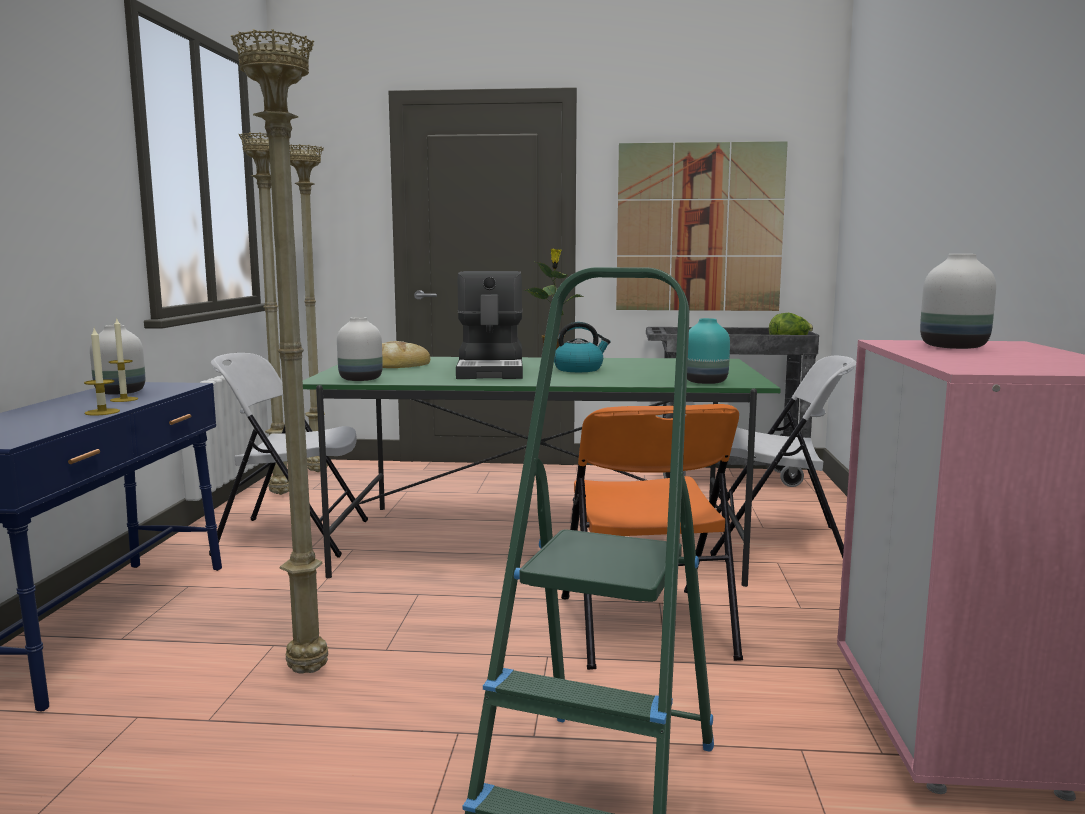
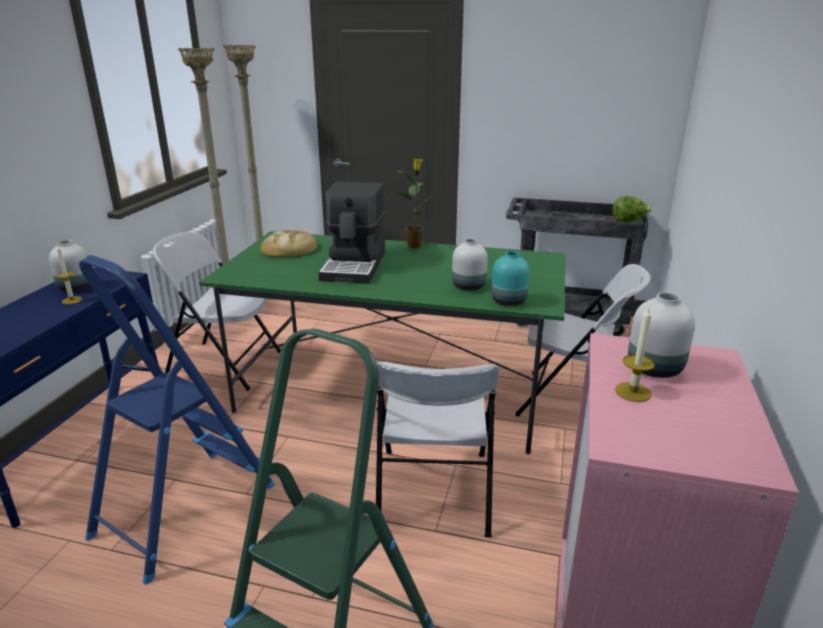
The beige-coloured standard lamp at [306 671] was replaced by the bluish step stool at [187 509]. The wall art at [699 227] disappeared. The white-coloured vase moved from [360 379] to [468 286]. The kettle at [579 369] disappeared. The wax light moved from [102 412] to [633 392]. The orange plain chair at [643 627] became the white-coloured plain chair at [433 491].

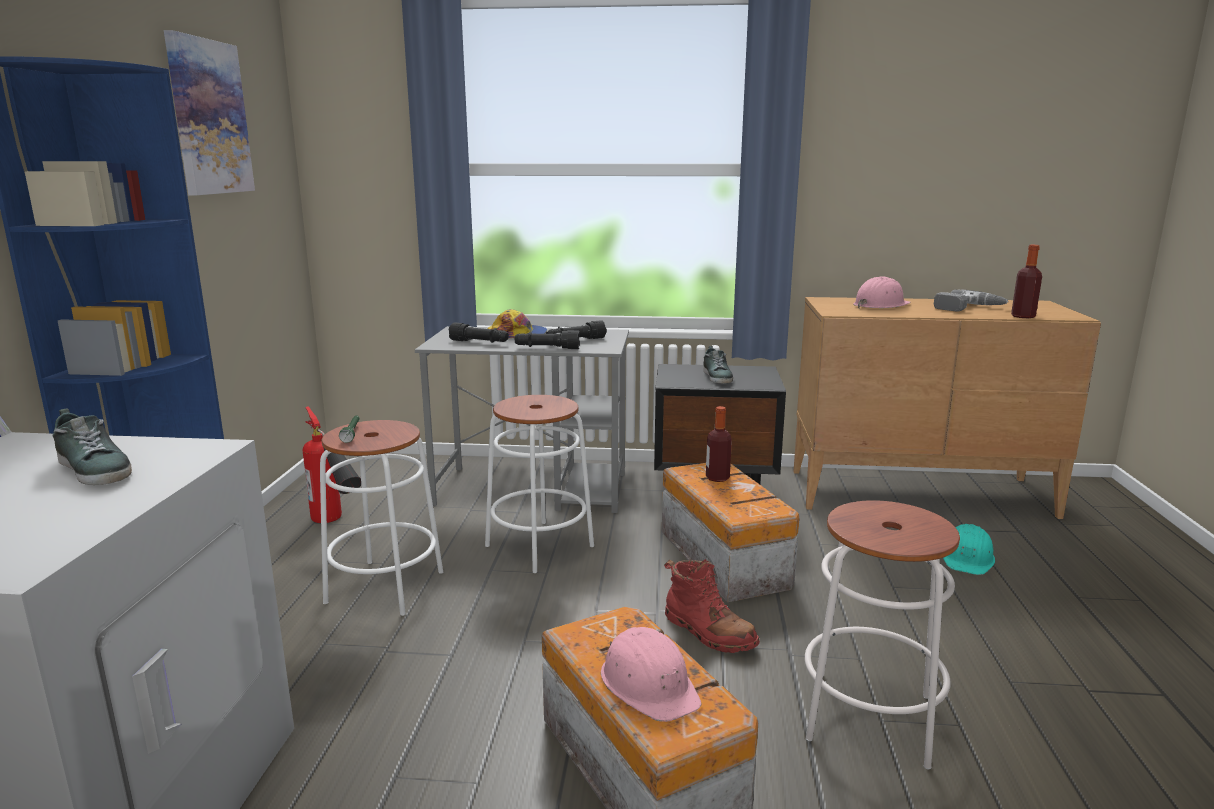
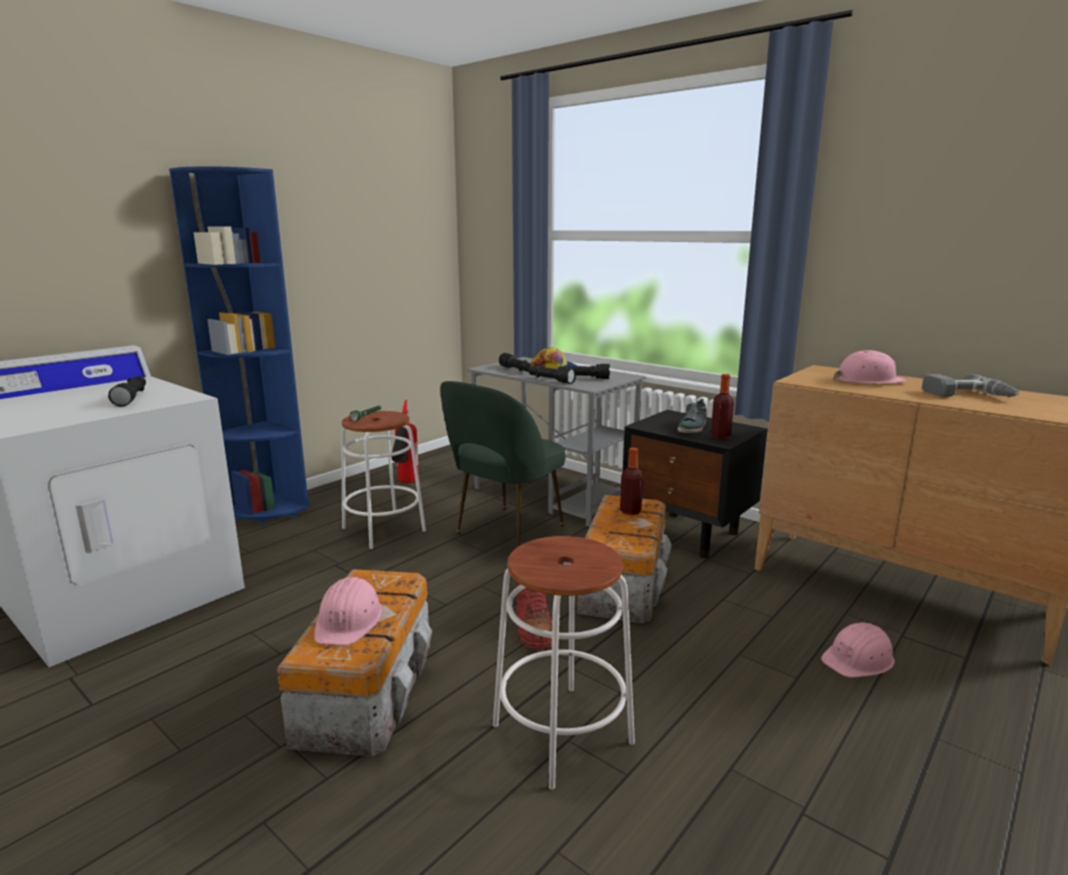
The wall art at [209 117] disappeared. The drink bottle moved from [1023 316] to [720 436]. The white-coloured stool at [539 546] was replaced by the green-coloured plain chair at [504 533]. The low shoe at [95 469] was replaced by the blackish hand torch at [132 398]. The turquoise hard hat at [967 558] became the pinkish hard hat at [858 659].

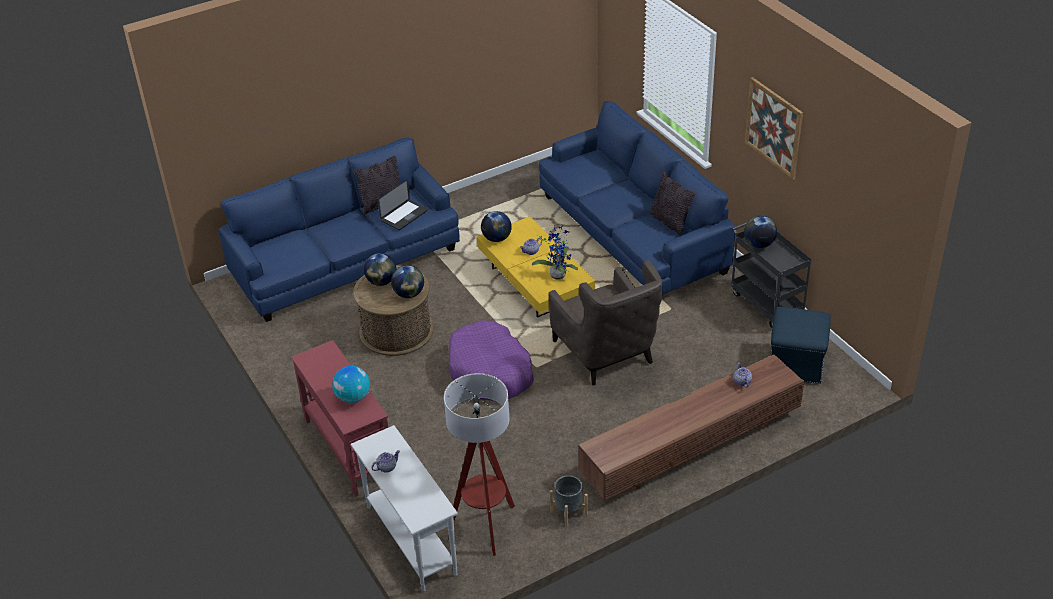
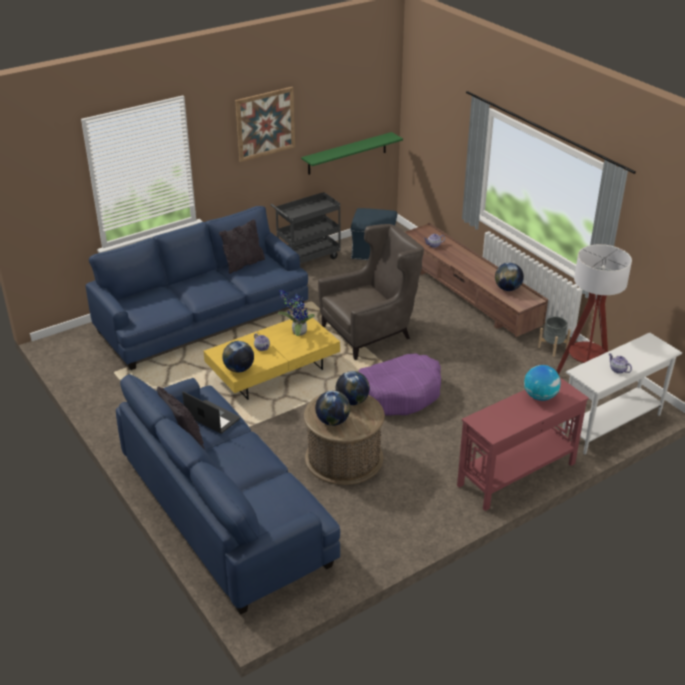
The desk globe moved from [759 244] to [507 289]. The green-coloured wall shelf at [347 153] appeared.

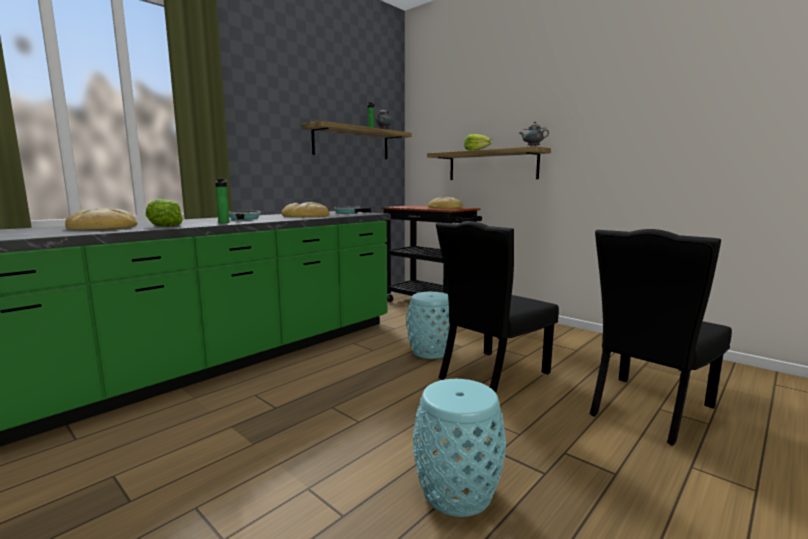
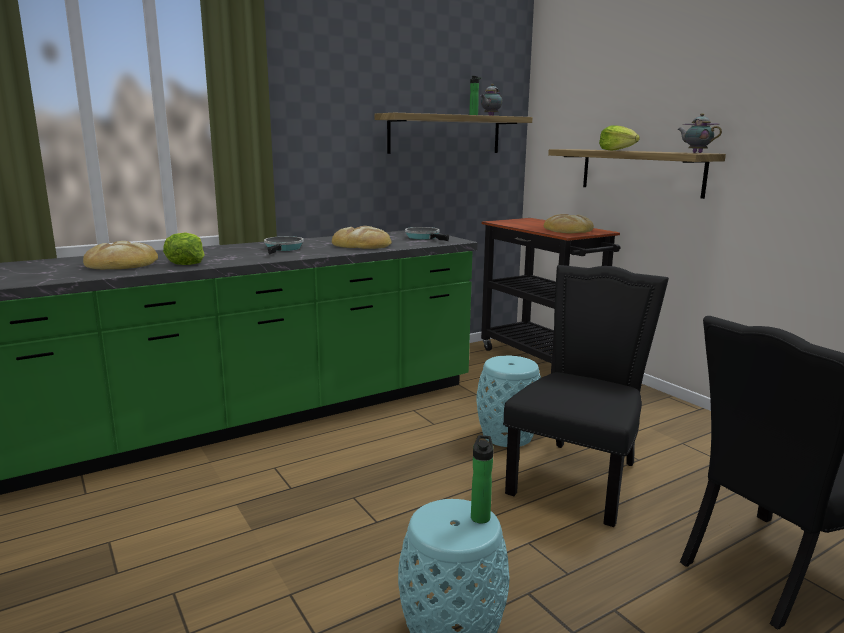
The drink bottle moved from [224 222] to [480 516]. The blackish plain chair at [493 374] turned 150 degrees clockwise.

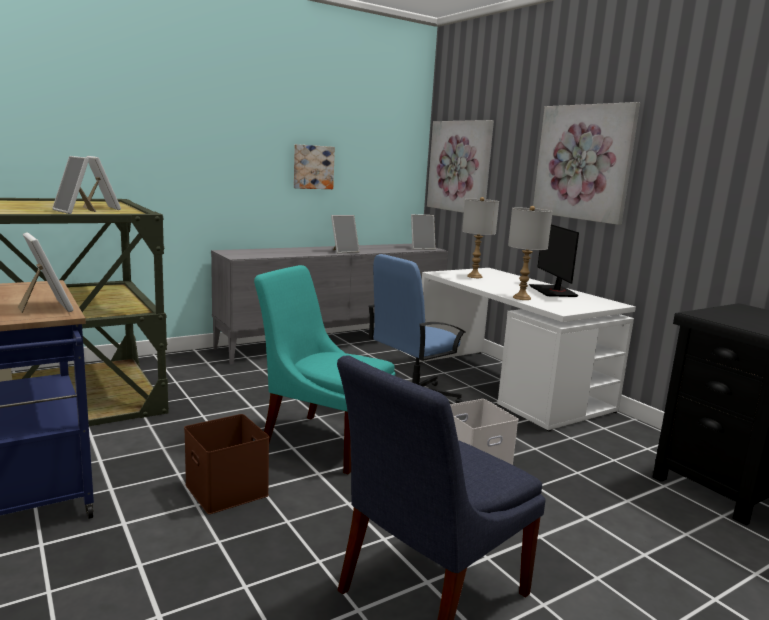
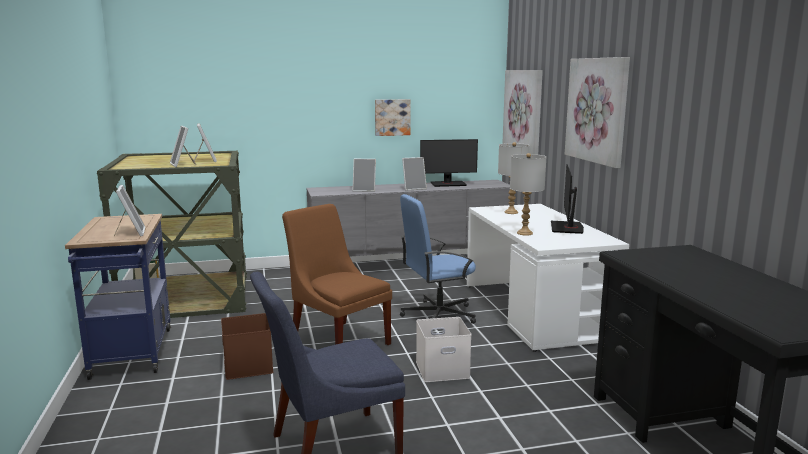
The picture frame moved from [421 248] to [364 190]. The turquoise plain chair at [321 441] became the brownish plain chair at [338 341]. The computer screen at [448 184] appeared.

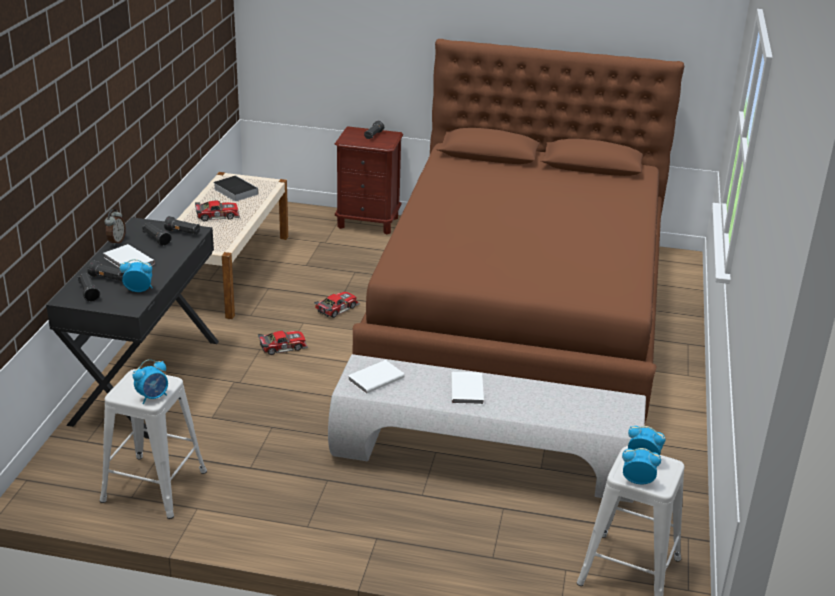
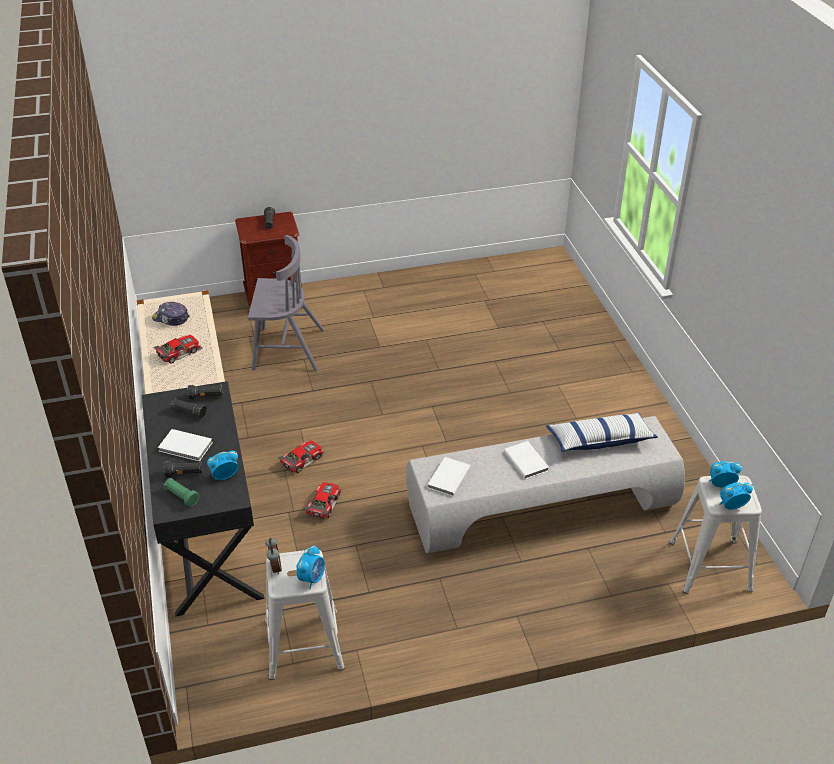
The brownish bed at [521 313] disappeared. The bound book at [234 191] was replaced by the baseball cap at [171 318]. The bedside clock moved from [116 241] to [275 567]. The blackish hand torch at [89 293] became the green-coloured hand torch at [181 496]. The model car moved from [336 308] to [322 504]. The greyish plain chair at [283 349] appeared. The cushion at [600 440] appeared.

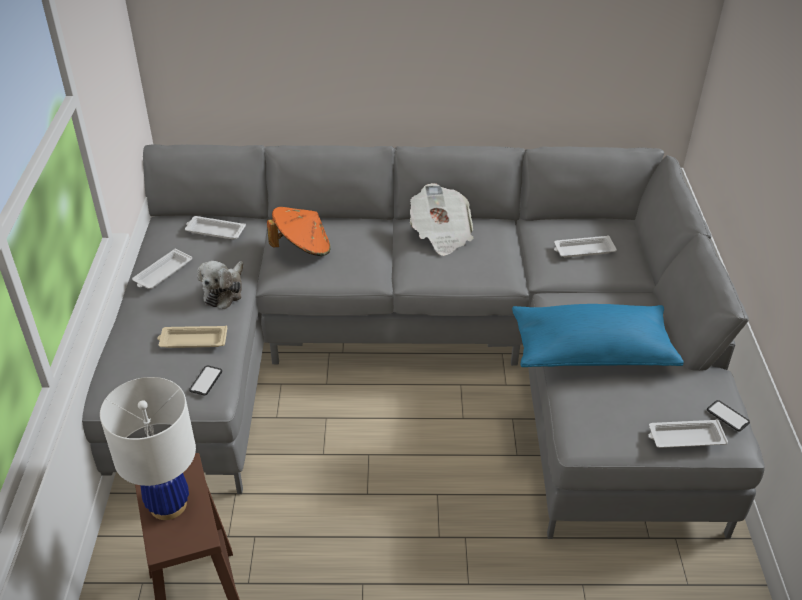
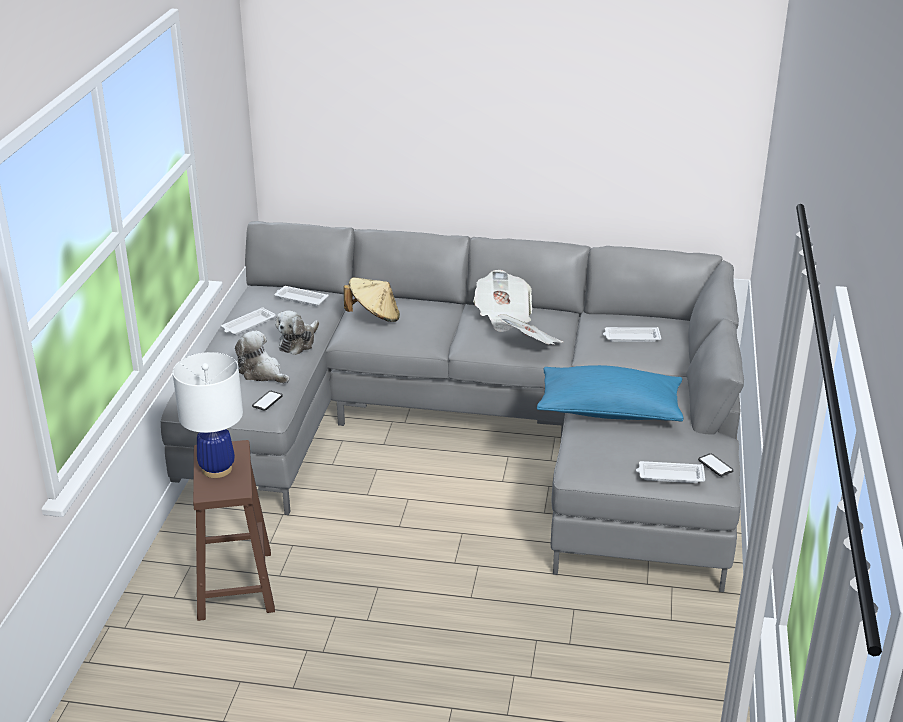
The orange hat at [302 248] became the beige-coloured hat at [374 317]. The beige-coloured tray at [192 340] was replaced by the soft toy at [262 373]. The daily paper at [530 345] appeared.

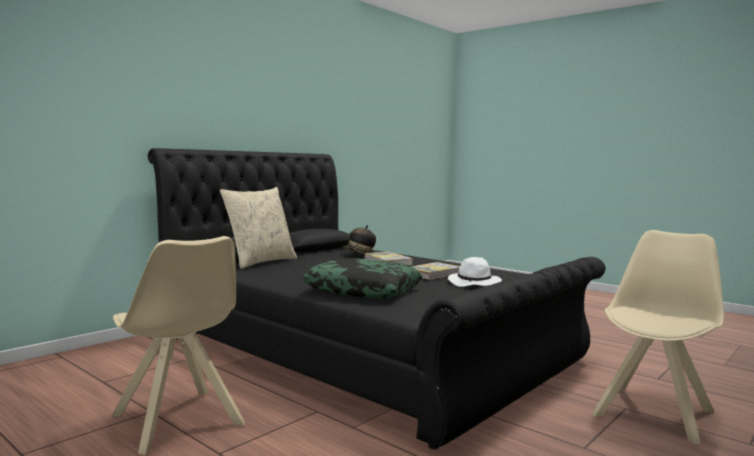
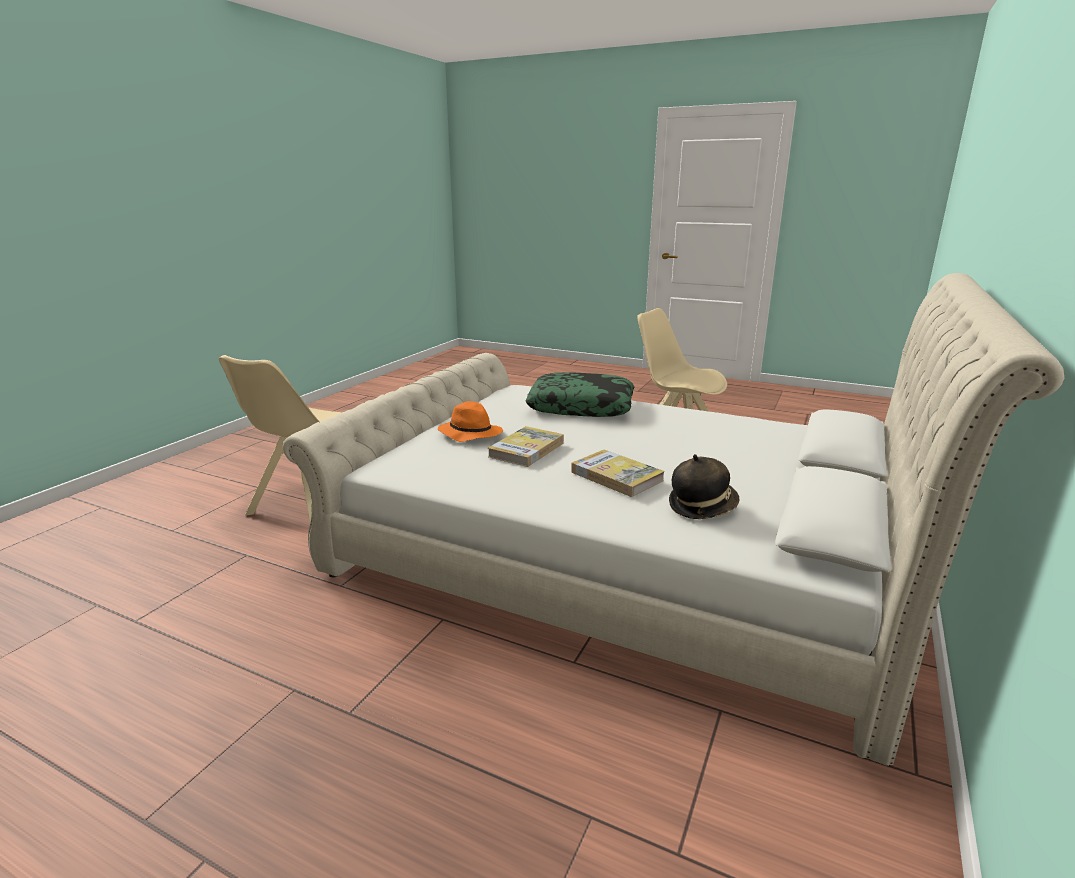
The blackish bed at [362 348] became the beige-coloured bed at [622 551]. The beige-coloured cushion at [260 262] disappeared. The white-coloured hat at [474 283] became the orange hat at [469 434].

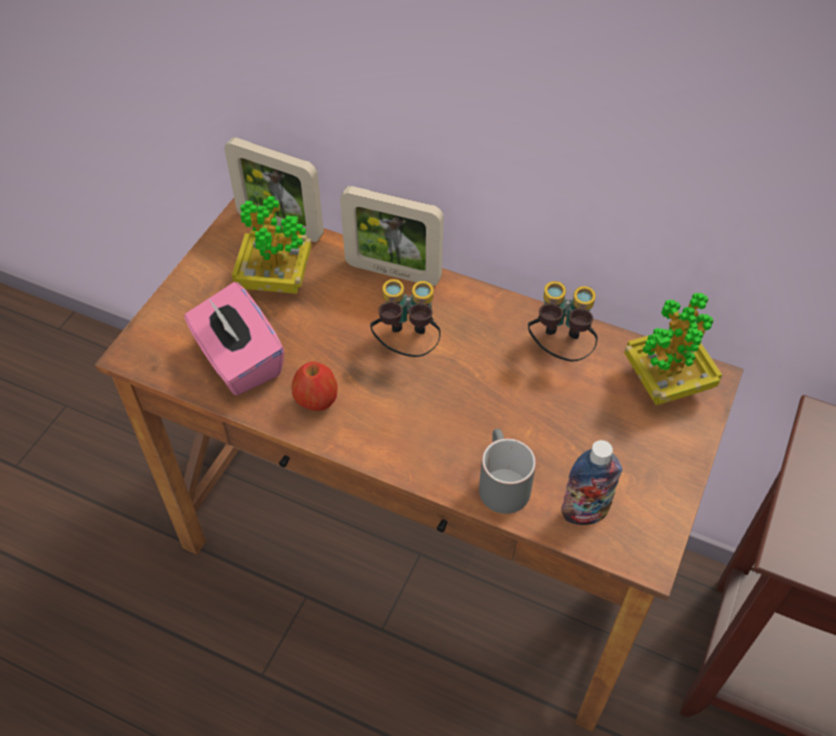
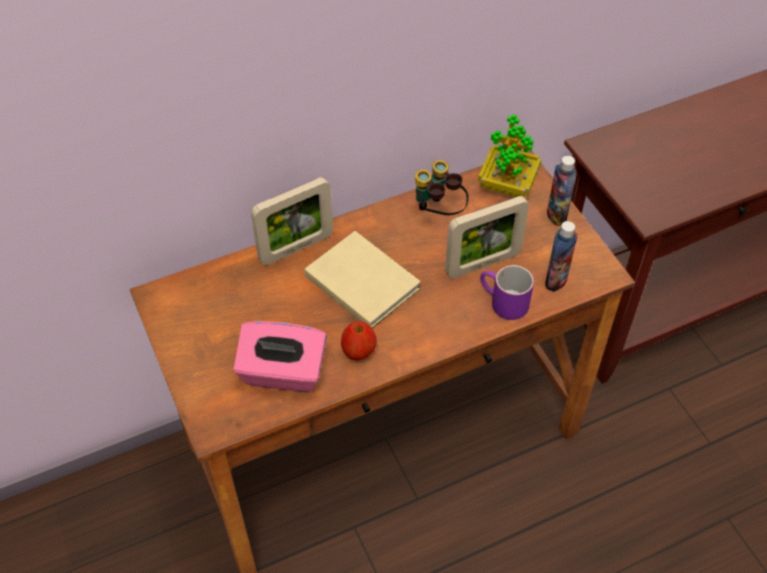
The picture frame moved from [280 226] to [482 264]. The houseplant at [275 279] disappeared. The pair of binoculars at [406 345] was replaced by the beige-coloured bound book at [361 280]. The greyish coffee mug at [500 482] became the purple coffee mug at [502 303]. The drink bottle at [556 215] appeared.

